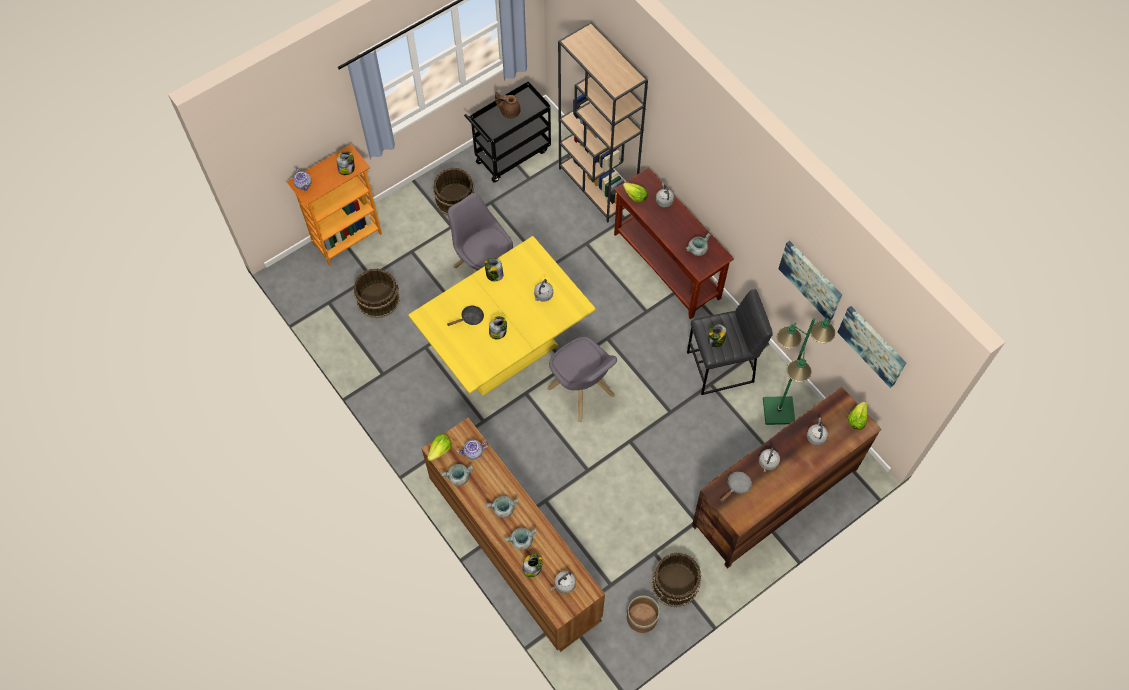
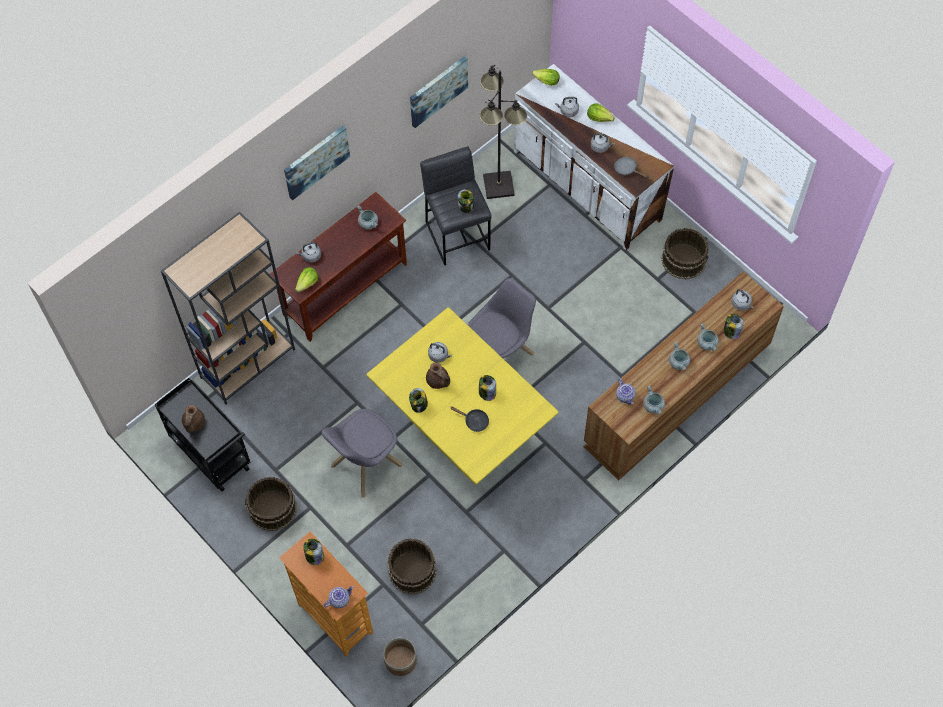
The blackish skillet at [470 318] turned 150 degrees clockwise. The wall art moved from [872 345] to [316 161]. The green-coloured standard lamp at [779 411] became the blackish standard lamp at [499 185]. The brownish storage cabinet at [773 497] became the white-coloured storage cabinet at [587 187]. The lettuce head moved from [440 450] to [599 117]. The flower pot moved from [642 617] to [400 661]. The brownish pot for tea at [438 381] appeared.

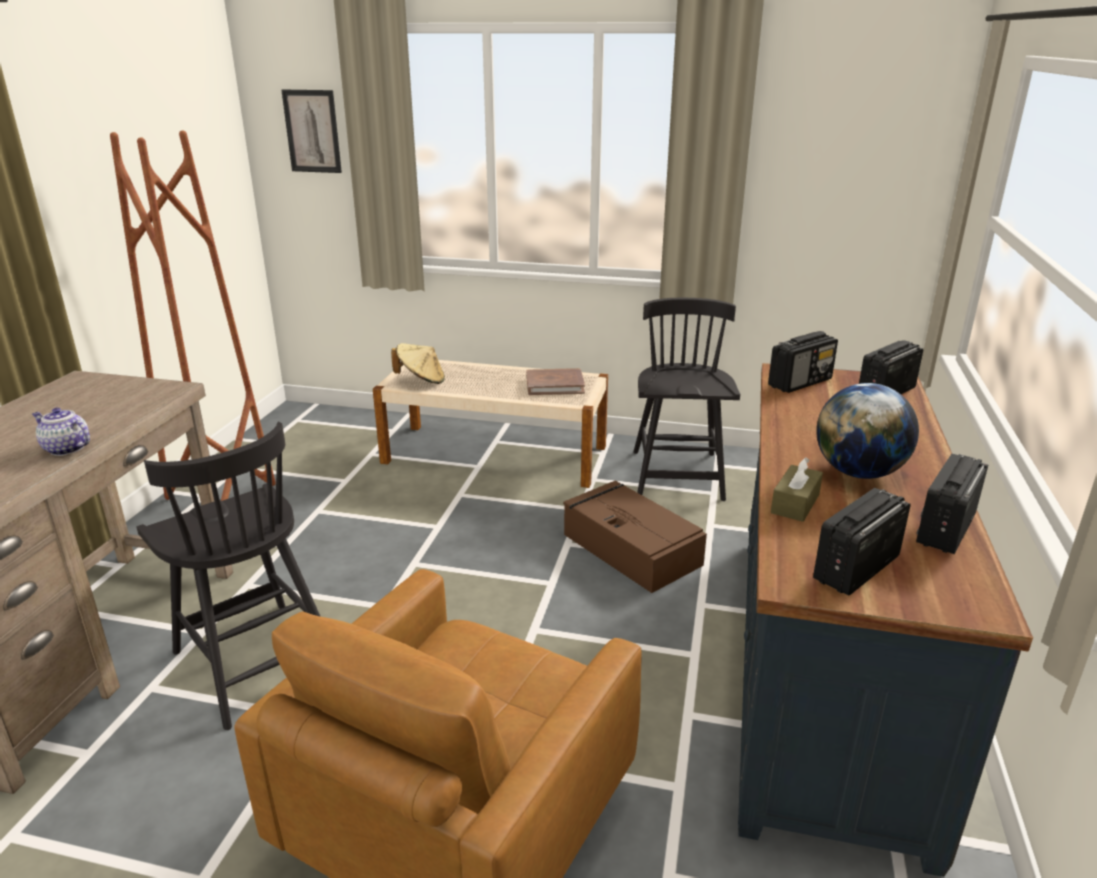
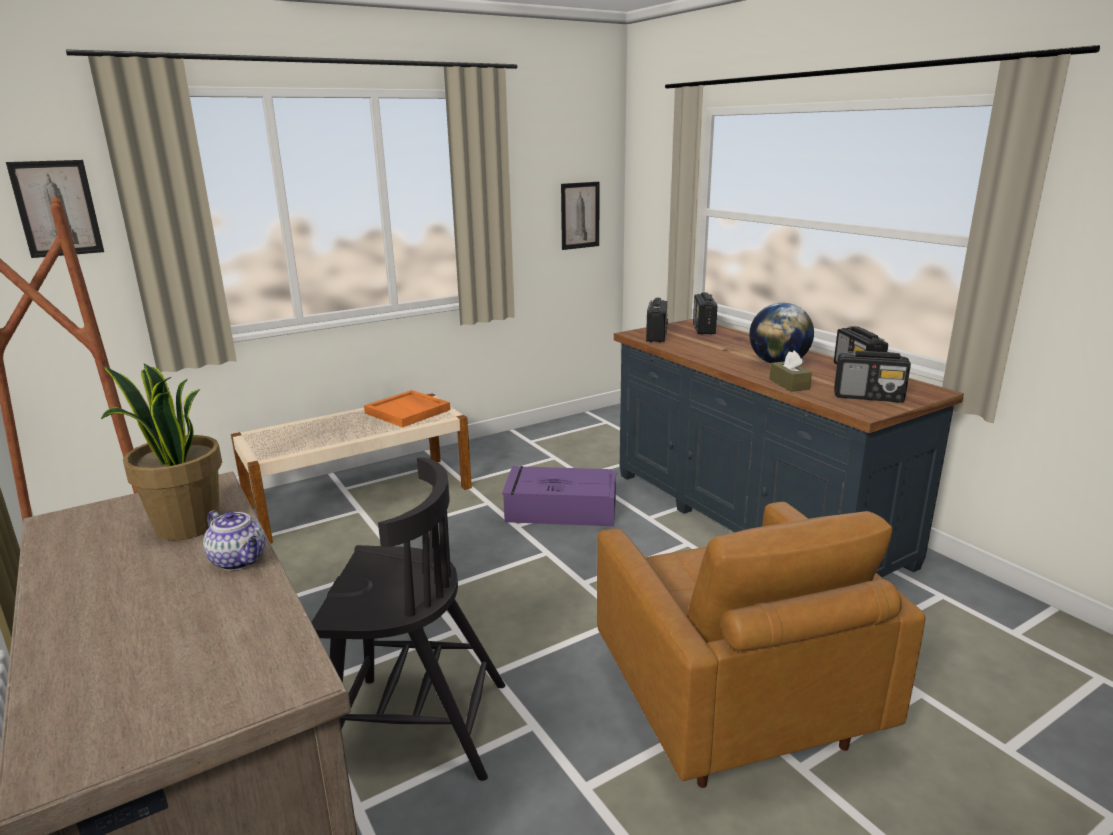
The blackish plain chair at [677 476] disappeared. The beige-coloured hat at [421 380] disappeared. The brownish bound book at [554 385] was replaced by the orange tray at [408 411]. The pot for tea at [65 449] turned 120 degrees counterclockwise. The brownish storage box at [630 548] became the purple storage box at [559 509]. The radio set at [855 568] turned 75 degrees counterclockwise. The wall art at [580 215] appeared. The houseplant at [186 526] appeared.

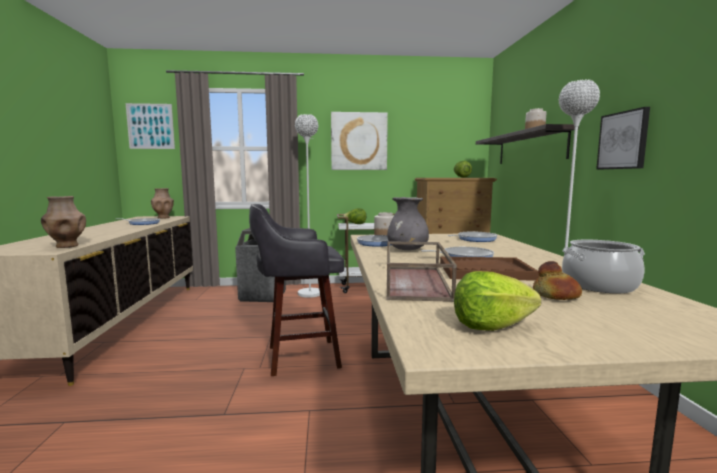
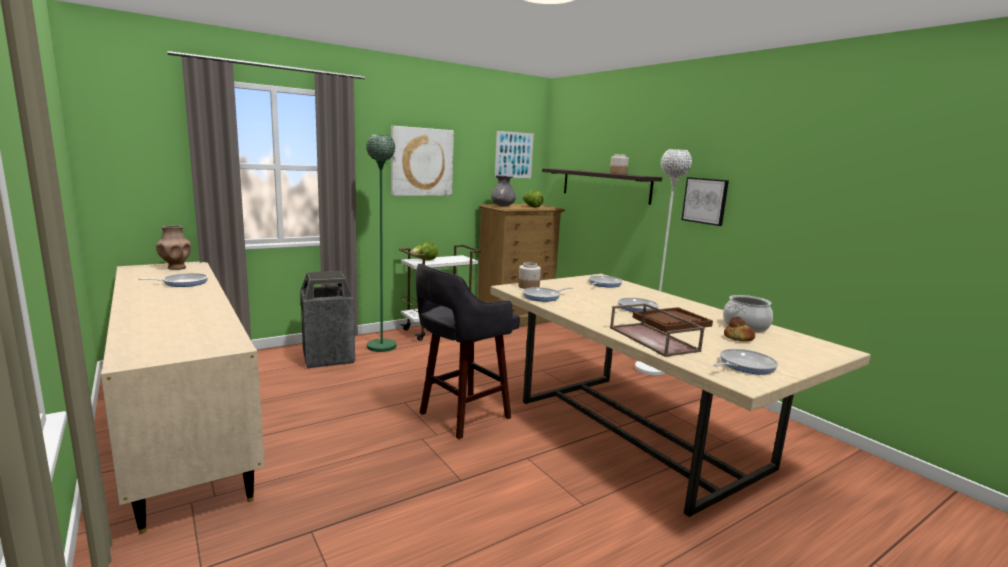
The wall art moved from [150 126] to [514 155]. The white-coloured standard lamp at [310 293] became the green-coloured standard lamp at [381 346]. The brownish vase at [66 246] disappeared. The greyish vase moved from [407 250] to [503 206]. The lettuce head at [491 326] was replaced by the skillet at [744 365].

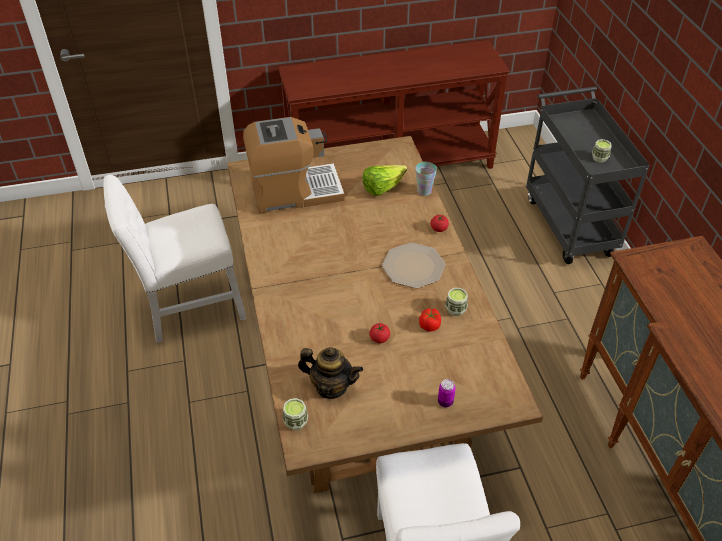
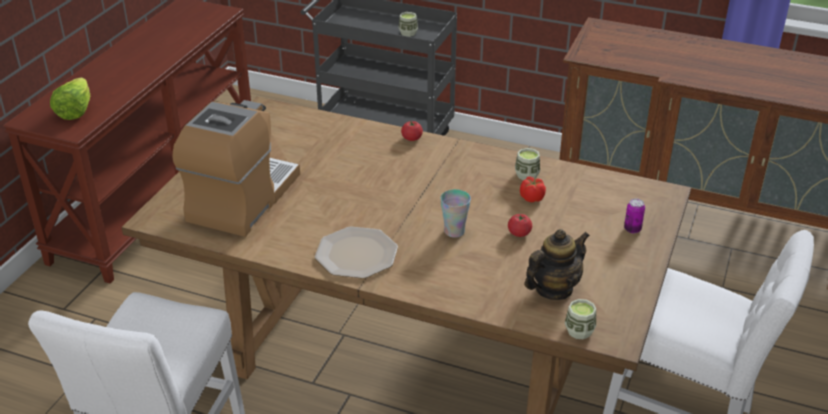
The small cup moved from [424 191] to [454 231]. The lettuce head moved from [382 188] to [75 111]. The dinner plate moved from [413 267] to [357 254].

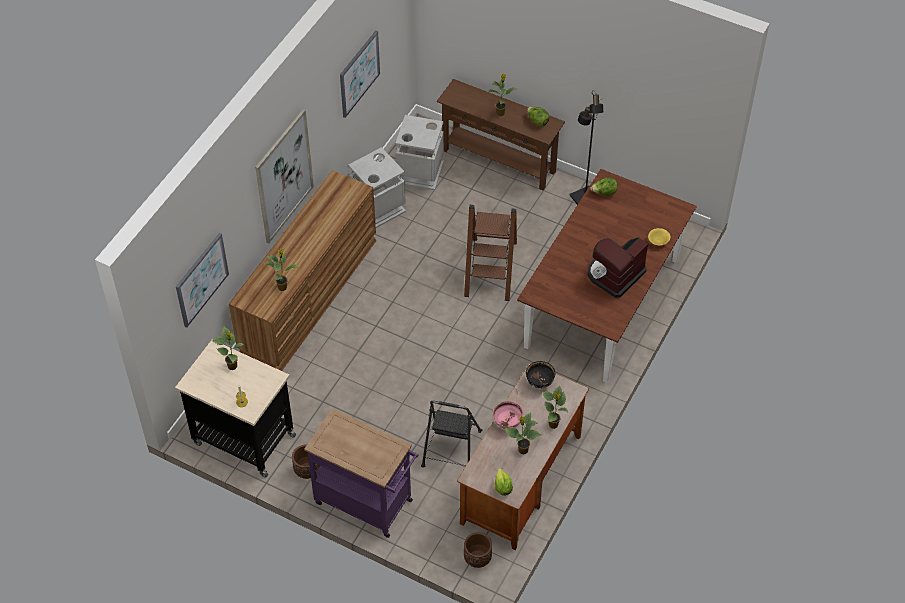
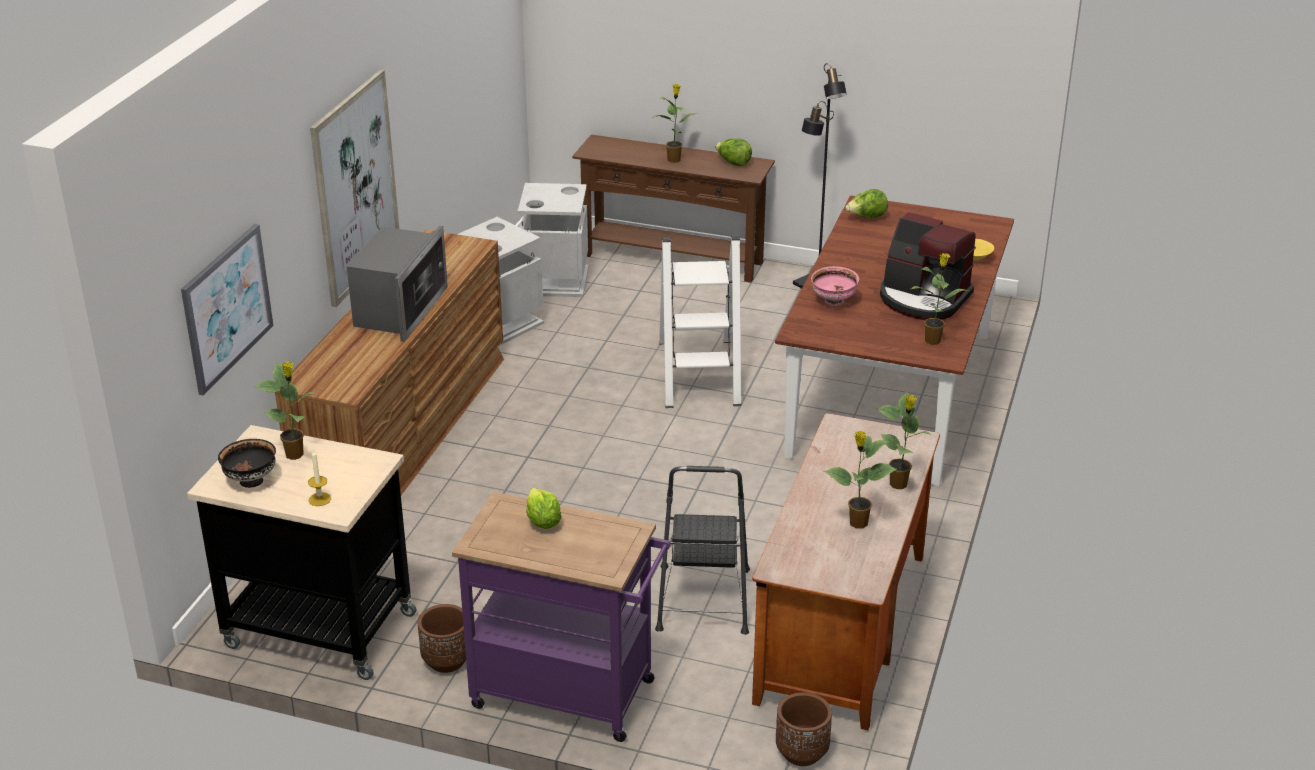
The wall art at [359 73] disappeared. The brownish step stool at [491 268] became the white-coloured step stool at [699 372]. The coffee maker at [615 275] turned 90 degrees counterclockwise. The houseplant moved from [283 287] to [933 340]. The blackish deep dish moved from [539 382] to [250 481]. The pinkish deep dish moved from [507 423] to [834 302]. The lettuce head moved from [502 487] to [542 522]. The kitchen microwave at [399 309] appeared.

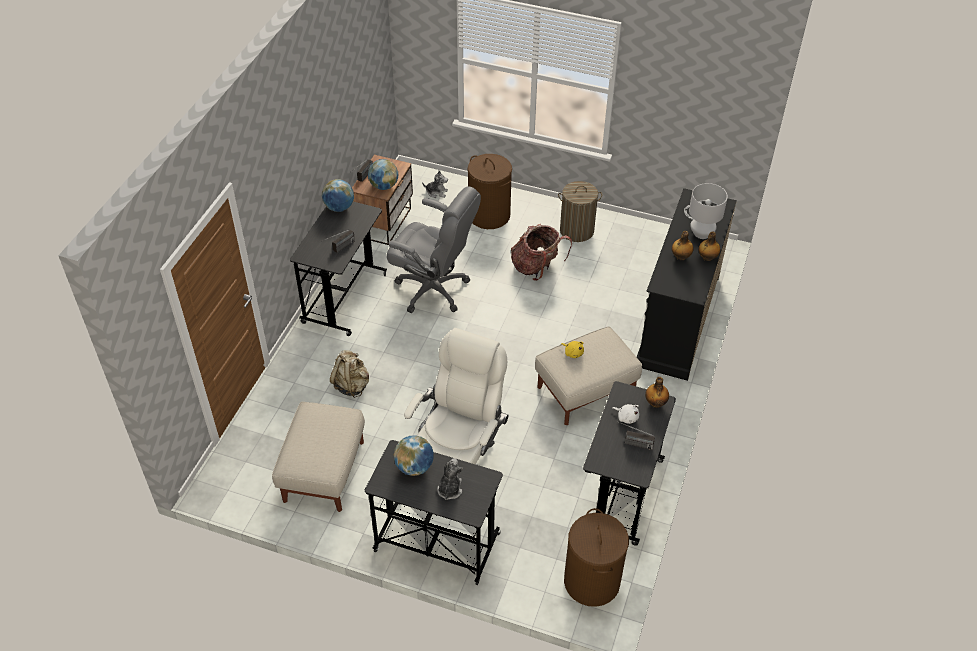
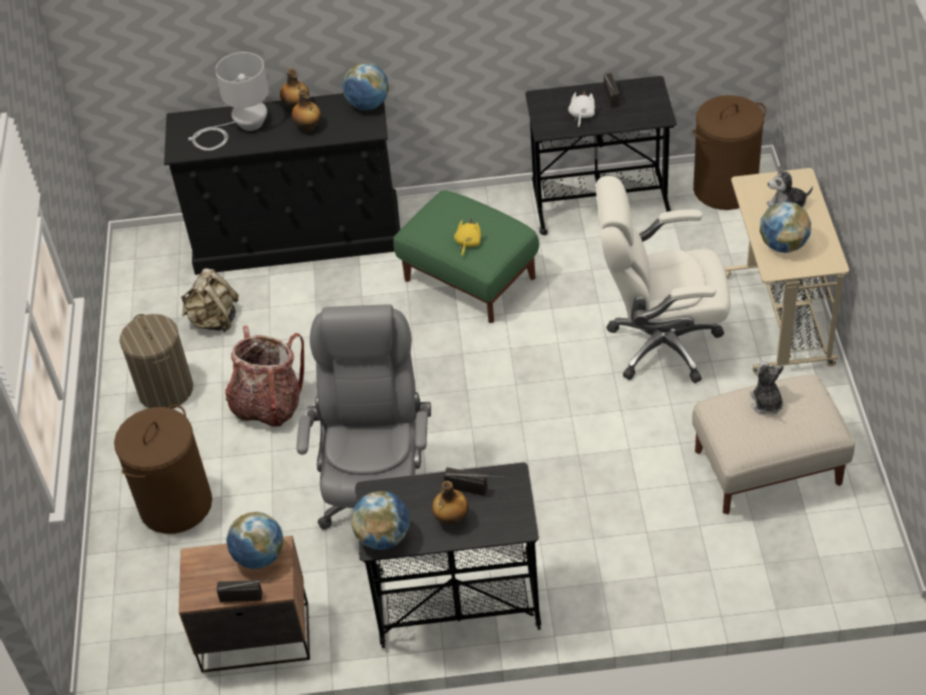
The soft toy moved from [436 192] to [766 403]. The beige-coloured pouffe at [586 390] became the green-coloured pouffe at [469 278]. The beige-coloured knapsack moved from [352 385] to [214 320]. The drink bottle moved from [655 403] to [451 519]. The blackish desk at [436 542] became the beige-coloured desk at [778 320]. The desk globe at [368 105] appeared.

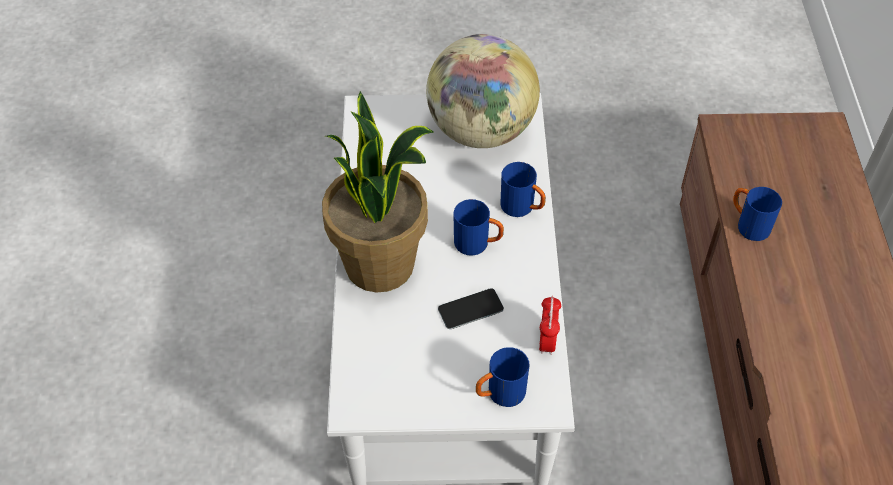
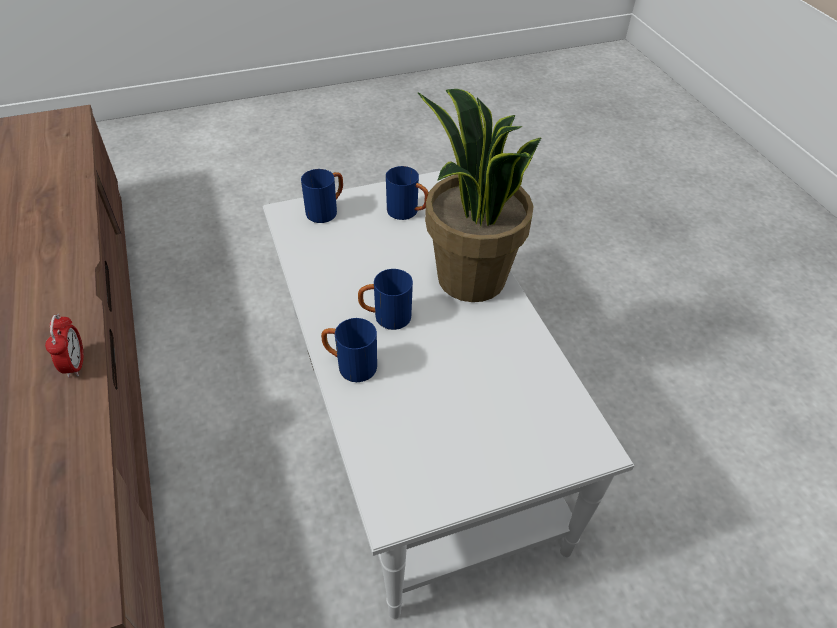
The desk globe at [481 130] disappeared. The bluish coffee mug moved from [748 224] to [408 213]. The phone at [470 309] disappeared. The bedside clock moved from [547 341] to [75 364].

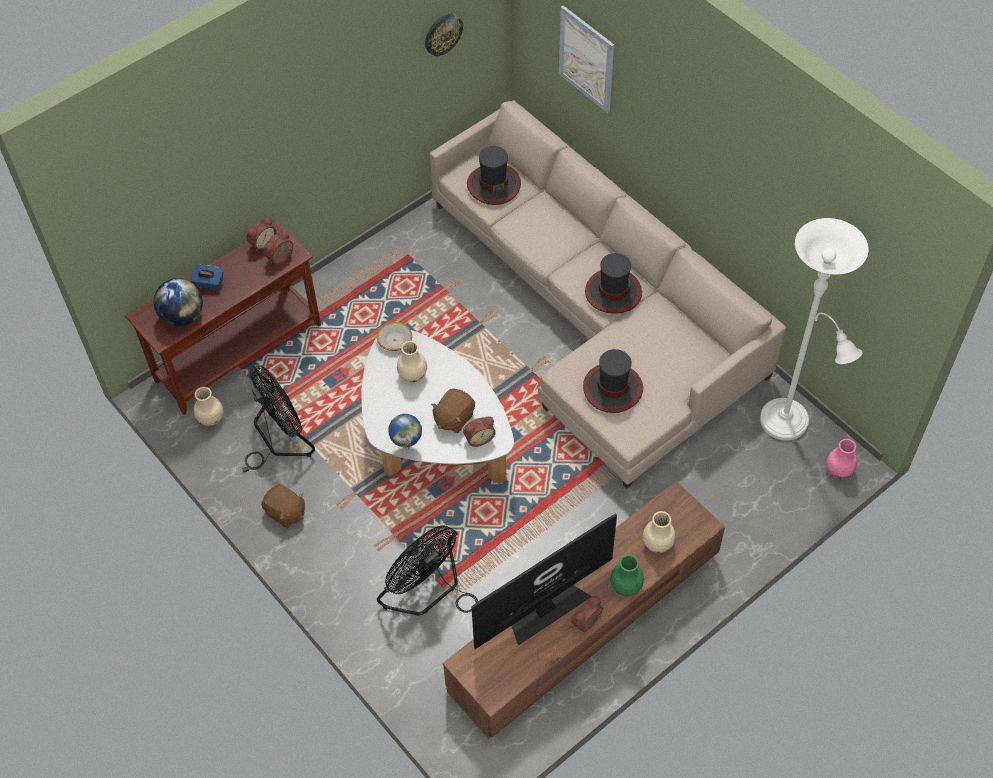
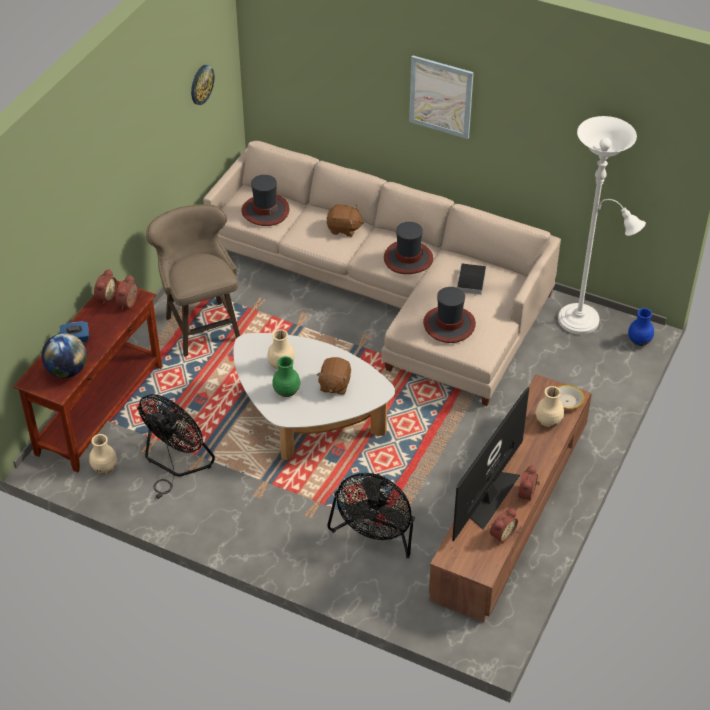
The wall art moved from [586 59] to [441 96]. The deep dish moved from [394 340] to [567 401]. The desk globe at [407 447] disappeared. The bedside clock moved from [479 438] to [501 534]. The pinkish vase at [839 470] became the bluish vase at [639 341]. The brownish soft toy moved from [285 513] to [344 229]. The blackish electric fan at [433 590] turned 90 degrees counterclockwise. The green-coloured vase moved from [626 586] to [287 391]. The beige-coloured stool at [201 326] appeared. The bound book at [471 282] appeared.

